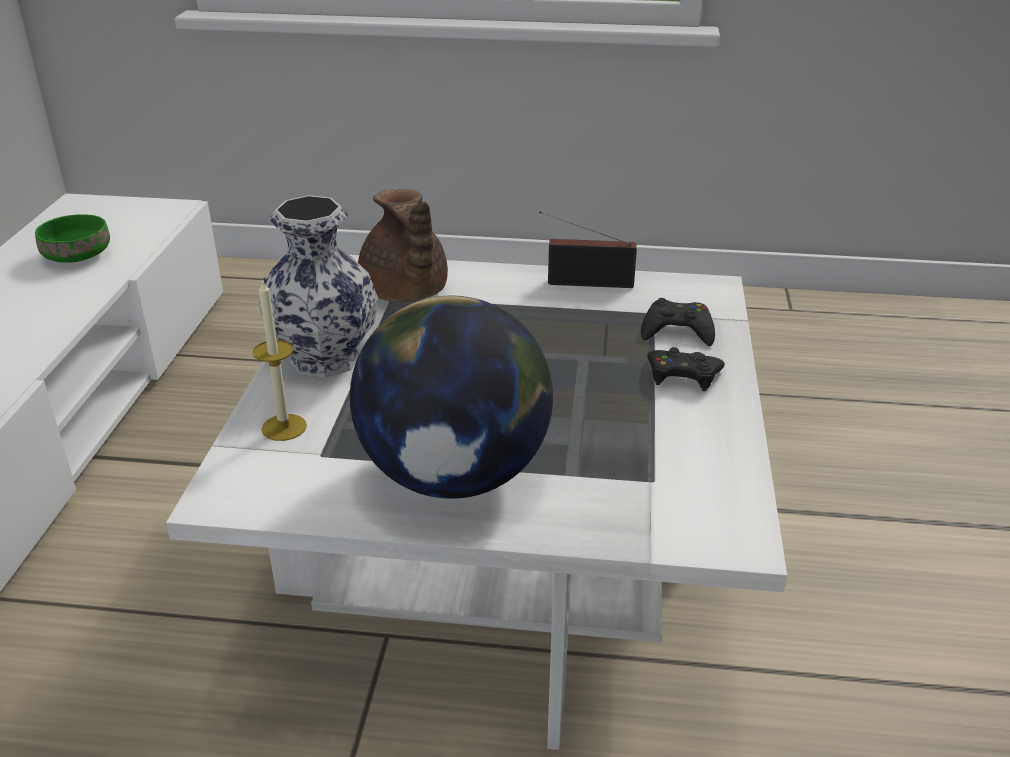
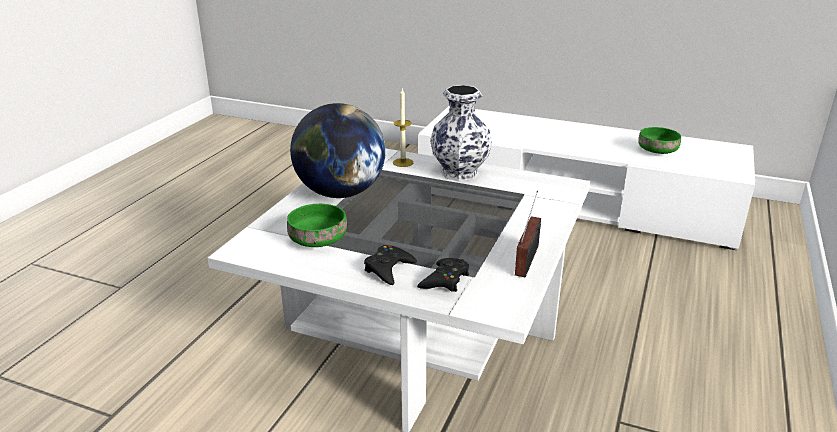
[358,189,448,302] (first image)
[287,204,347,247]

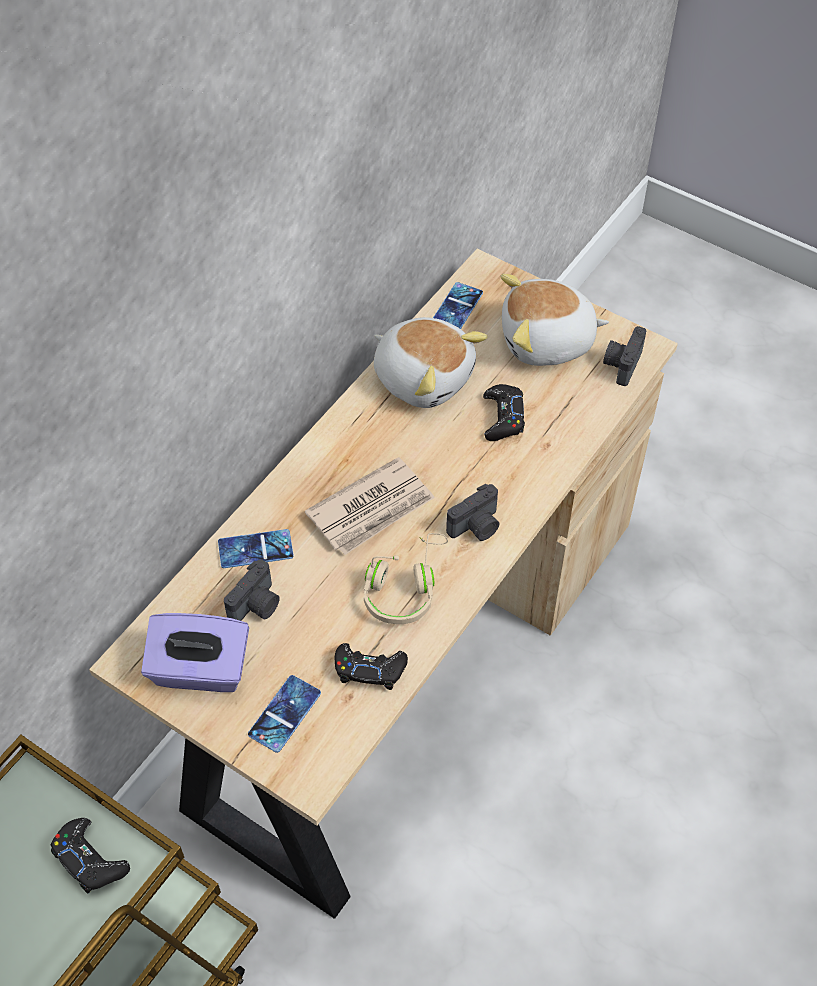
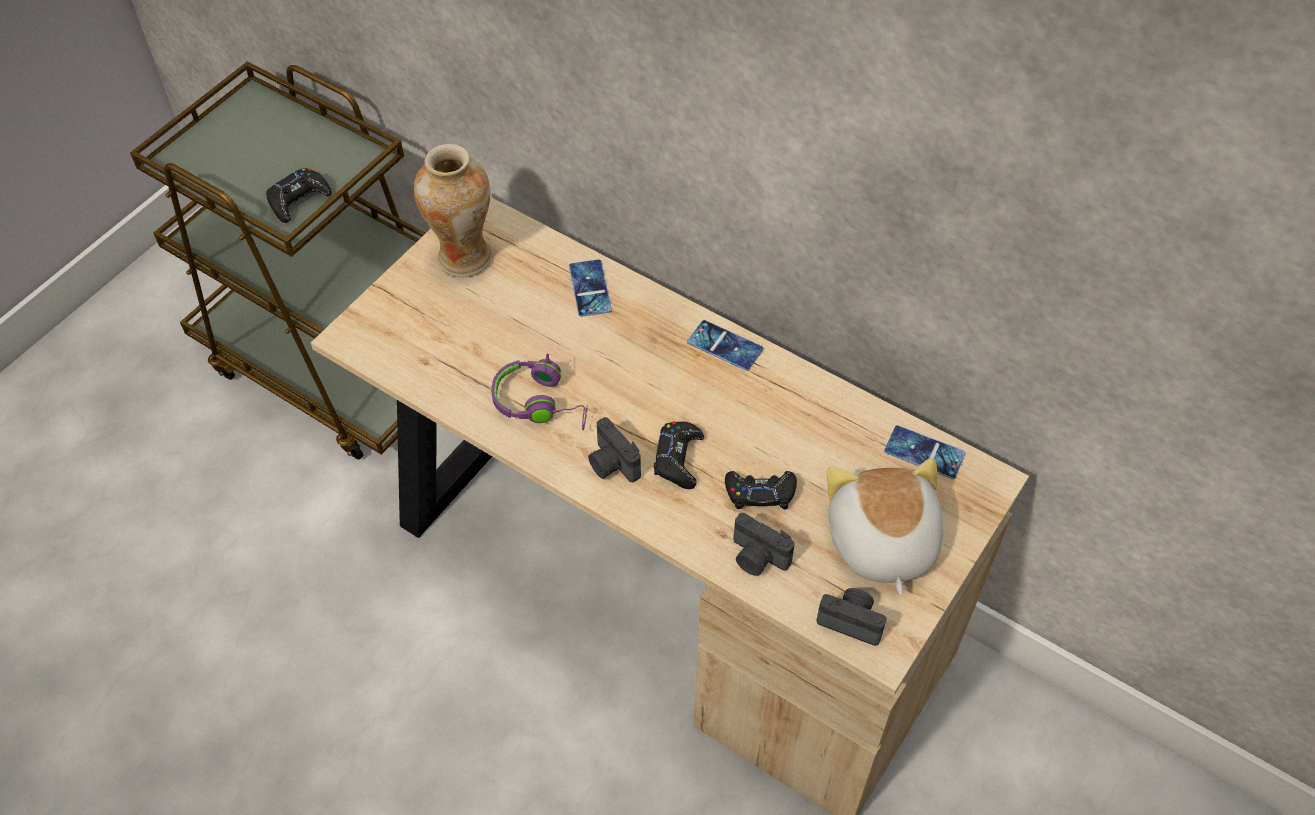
[305,457,435,555] (first image)
[374,317,488,408] (first image)
[733,513,795,576]
[687,320,763,371]
[654,421,704,489]
[414,144,492,277]
[491,353,588,430]

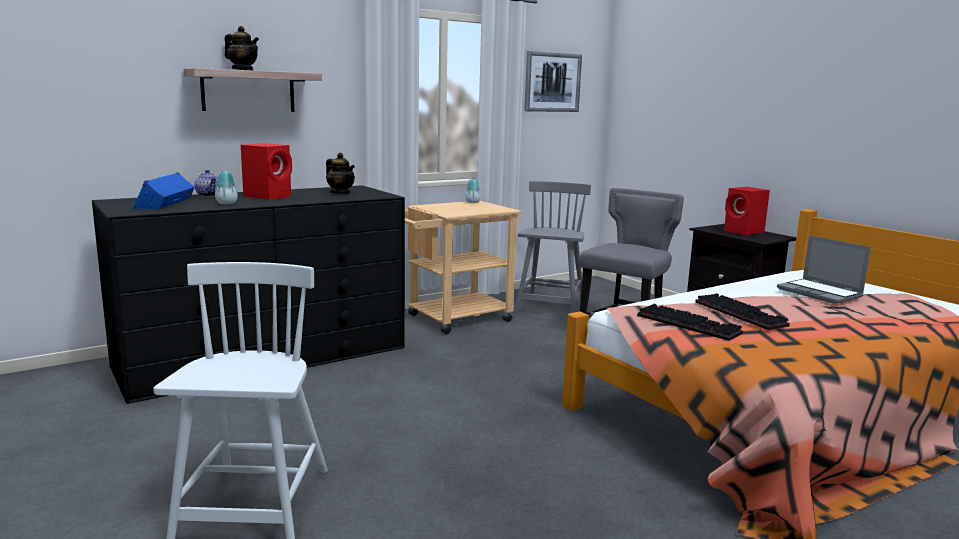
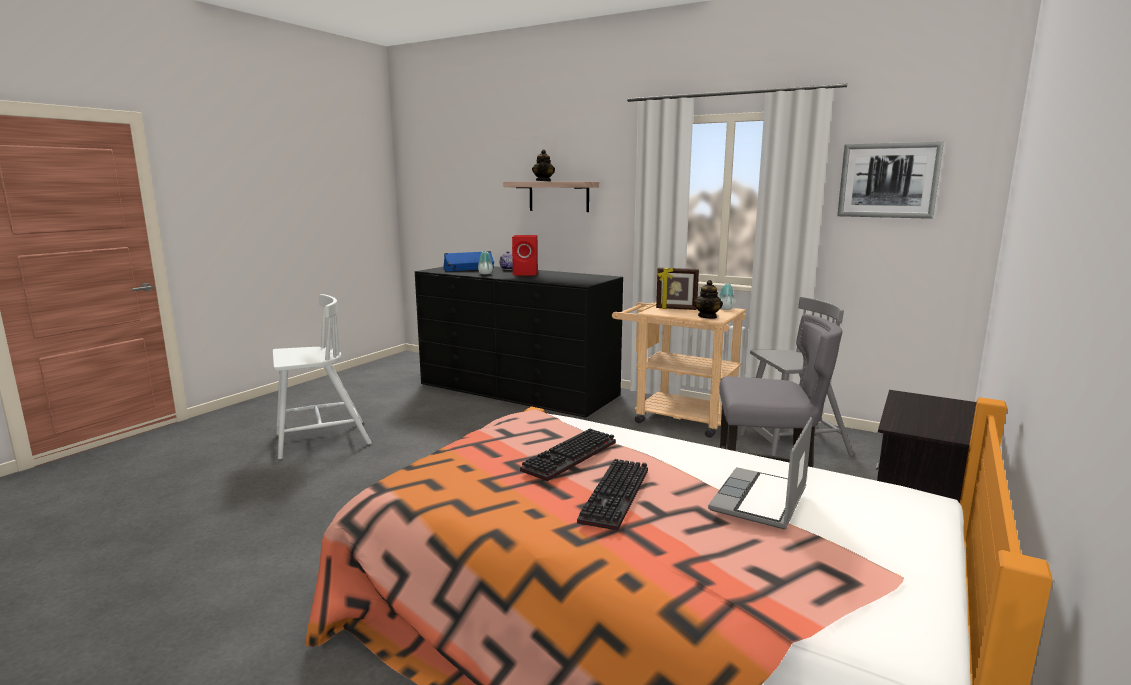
[724,187,770,235] (first image)
[656,267,699,310]
[694,280,723,319]
[577,459,648,531]

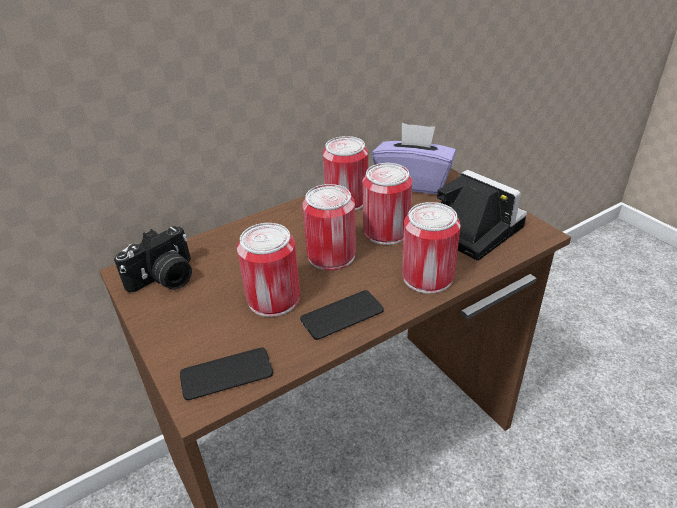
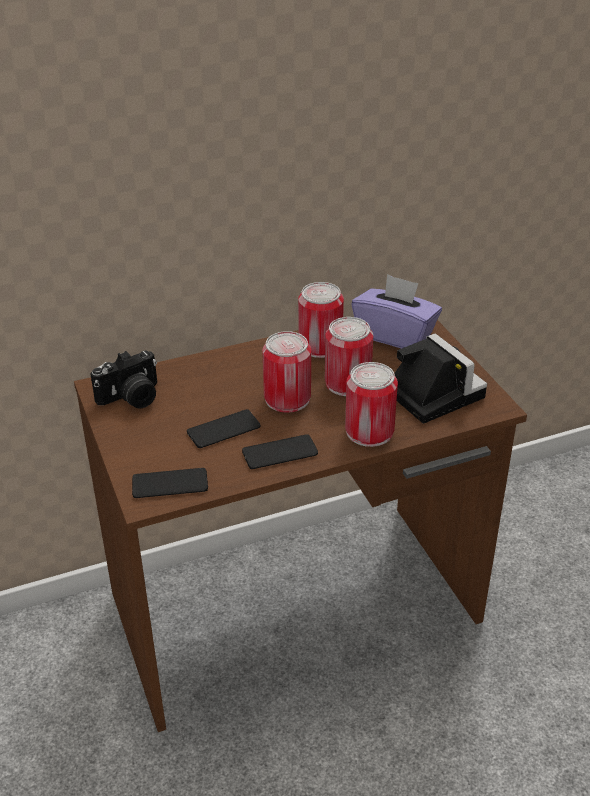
[187,409,261,448]

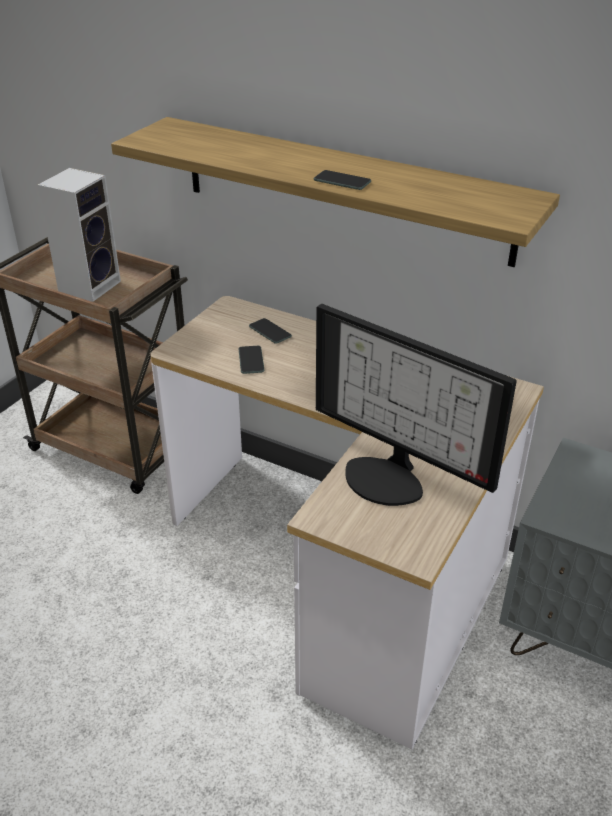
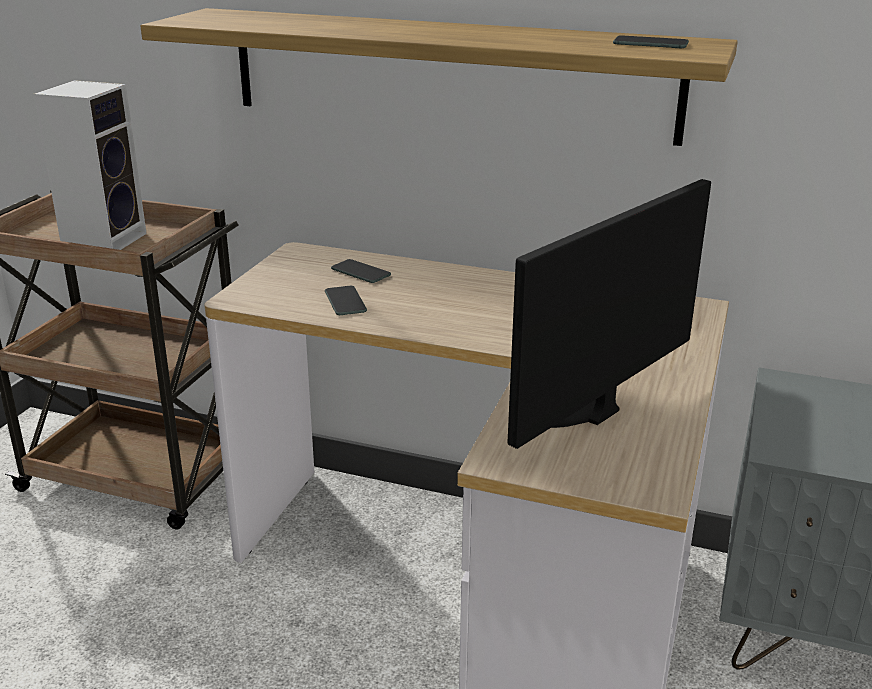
[613,35,689,48]
[507,179,711,449]

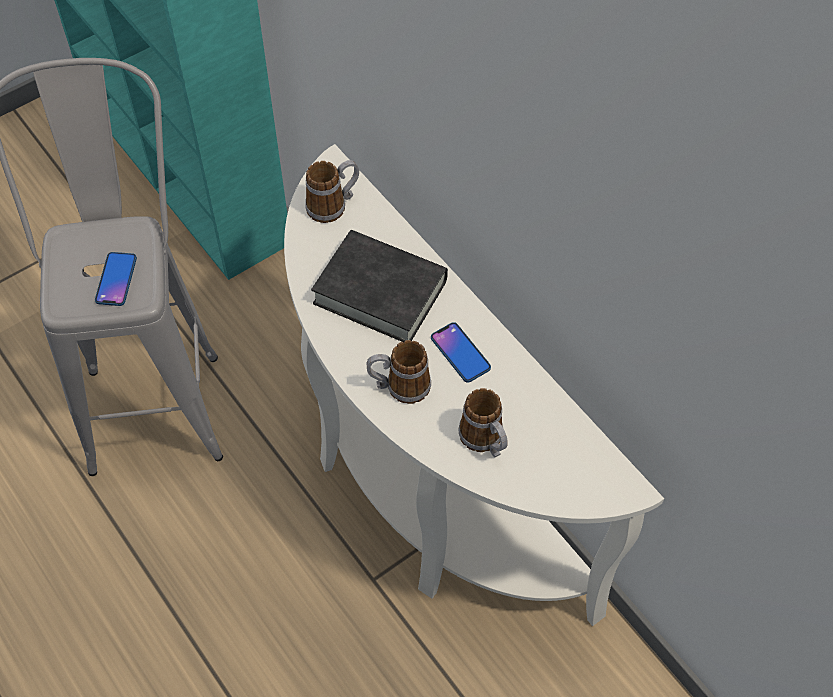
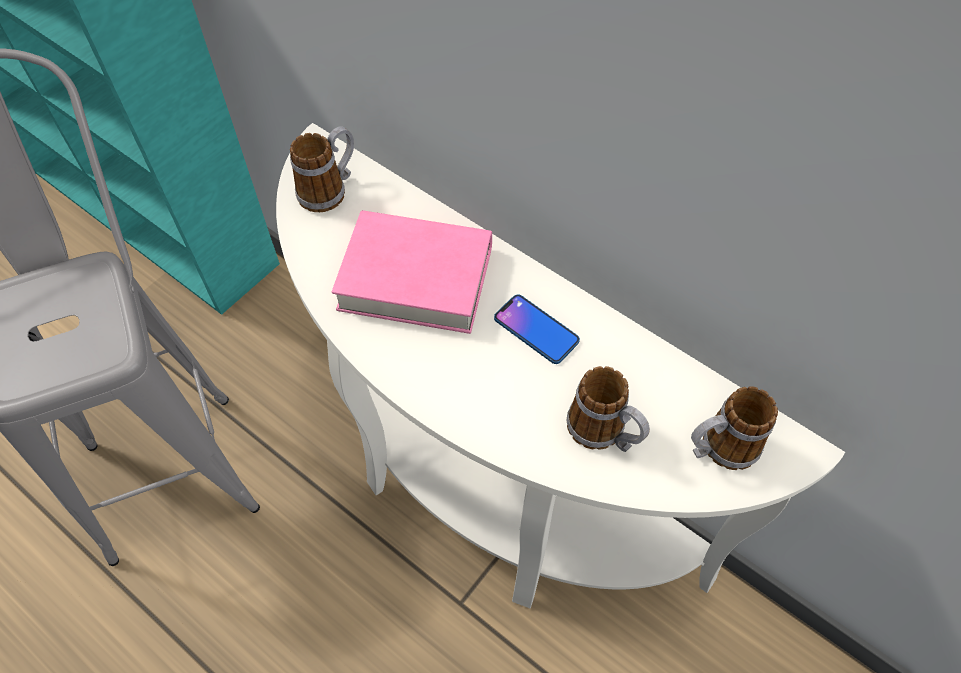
[95,252,137,306] (first image)
[691,386,778,470]
[332,210,492,334]

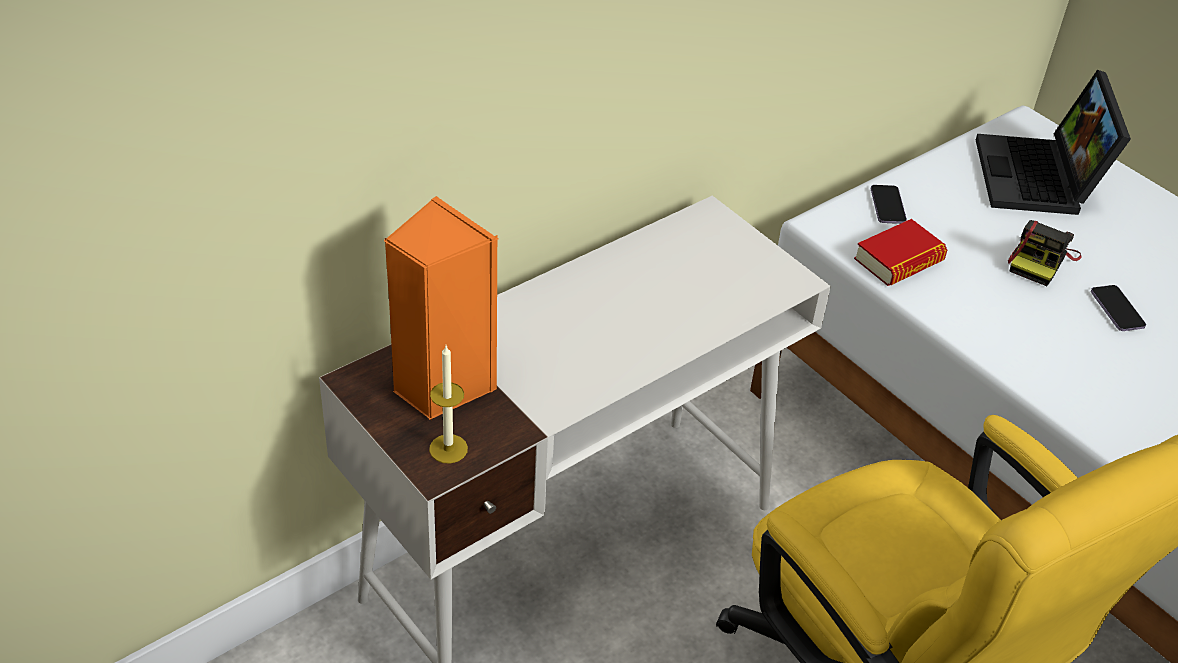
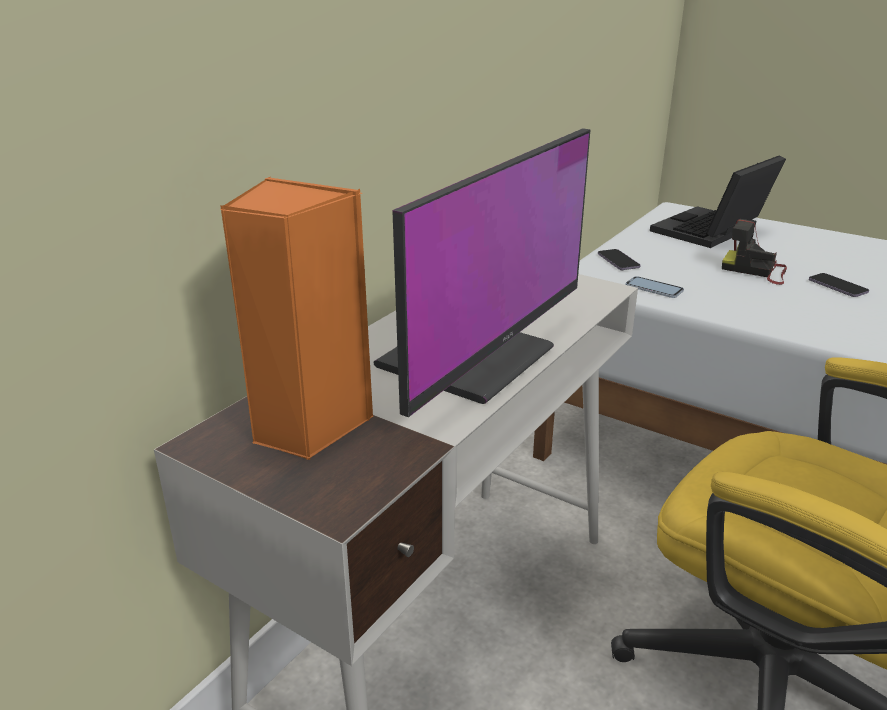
[429,346,468,463] (first image)
[373,128,591,417]
[625,276,684,298]
[650,155,786,248]
[722,219,787,285]

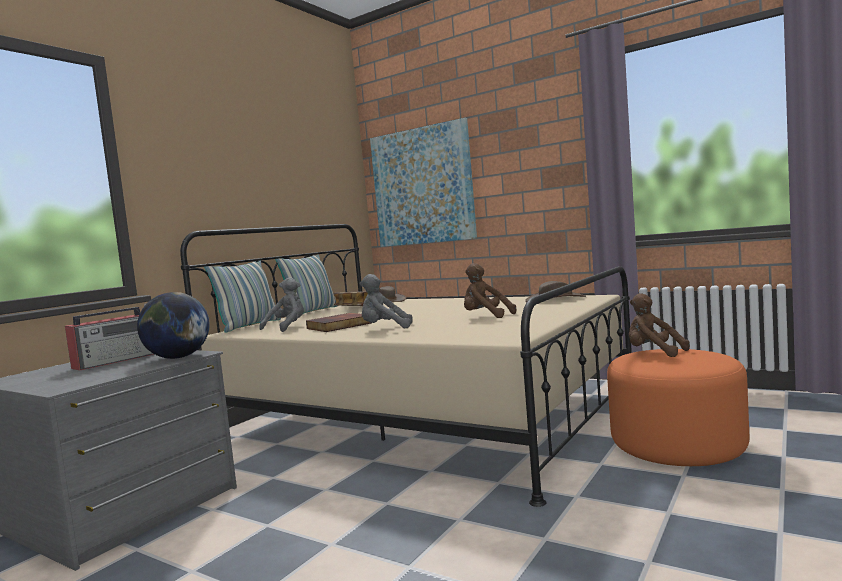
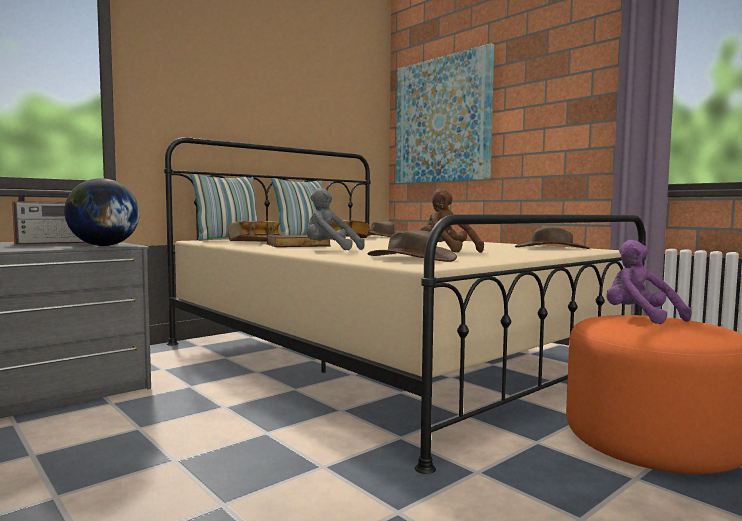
[367,230,457,262]
[228,221,281,242]
[606,240,692,324]

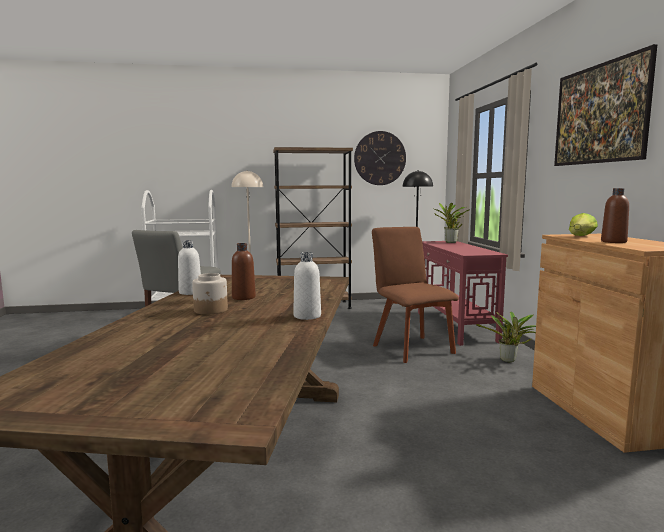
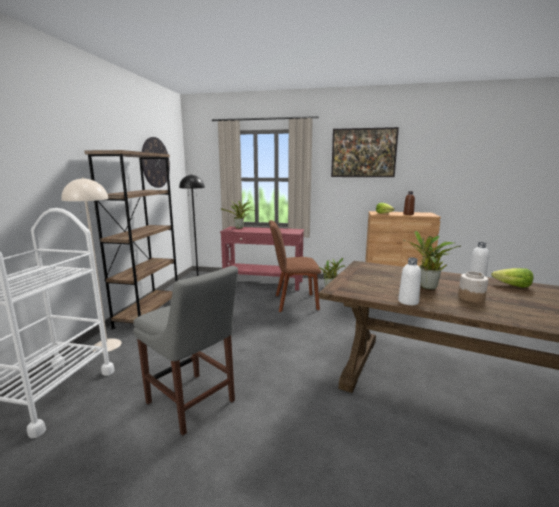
[491,268,533,288]
[404,231,461,289]

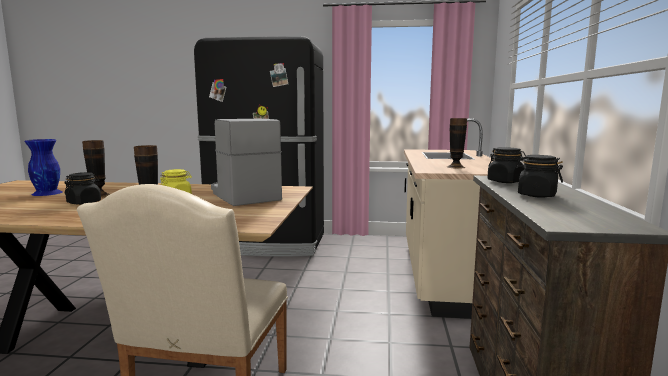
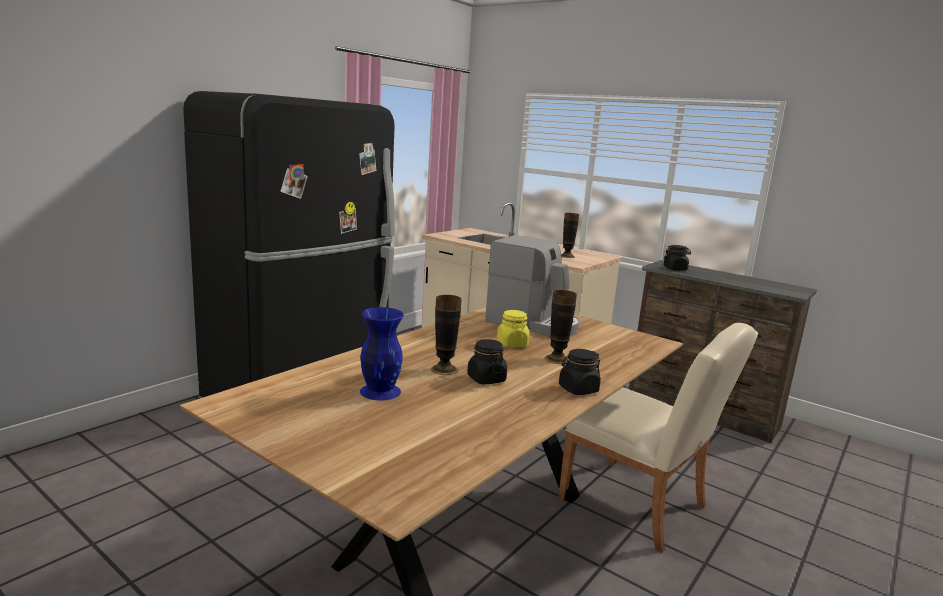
[559,349,601,395]
[485,235,580,336]

